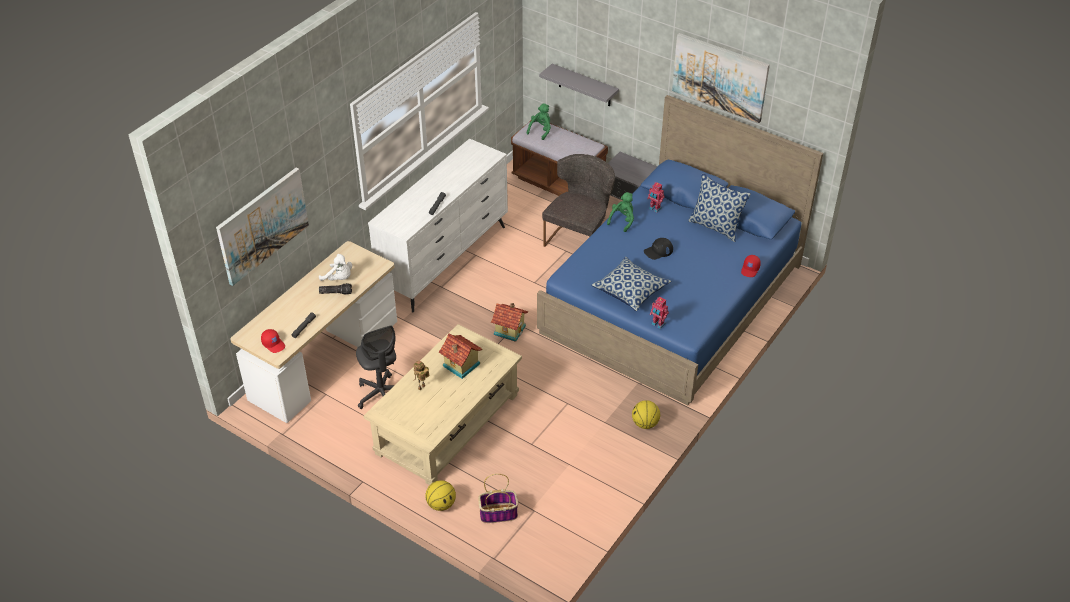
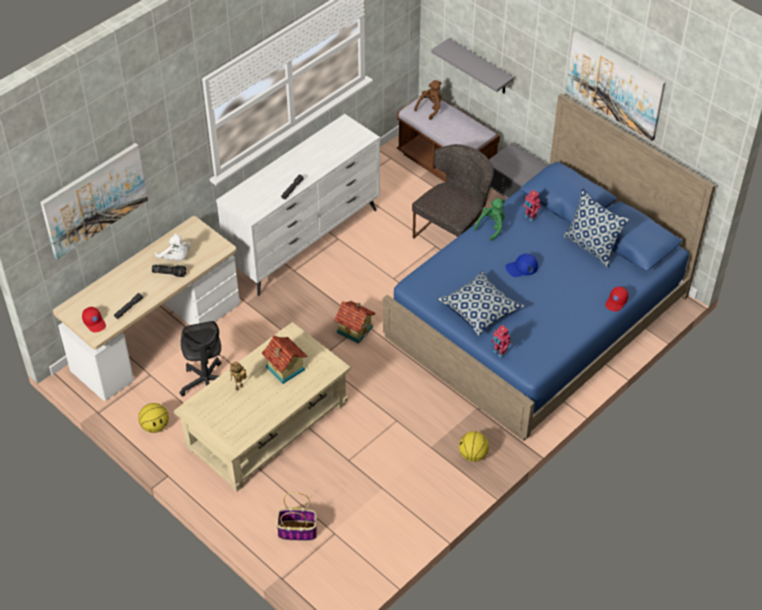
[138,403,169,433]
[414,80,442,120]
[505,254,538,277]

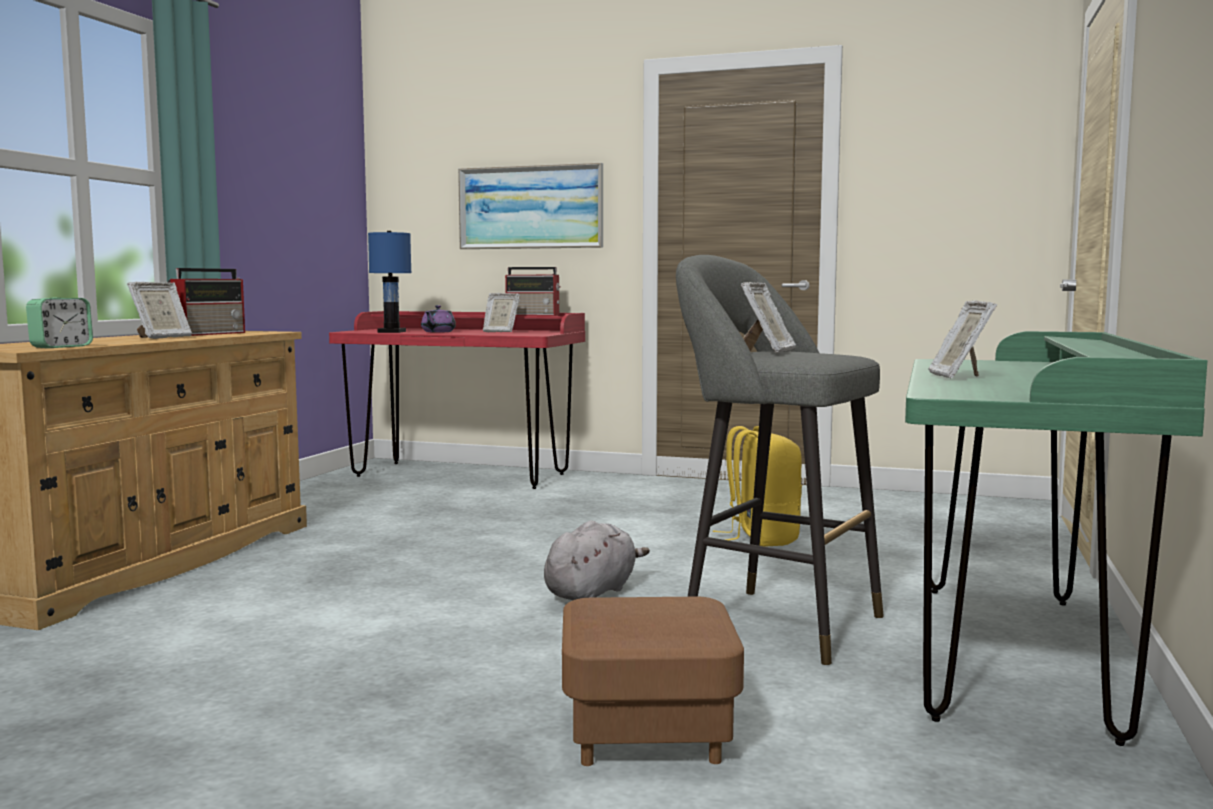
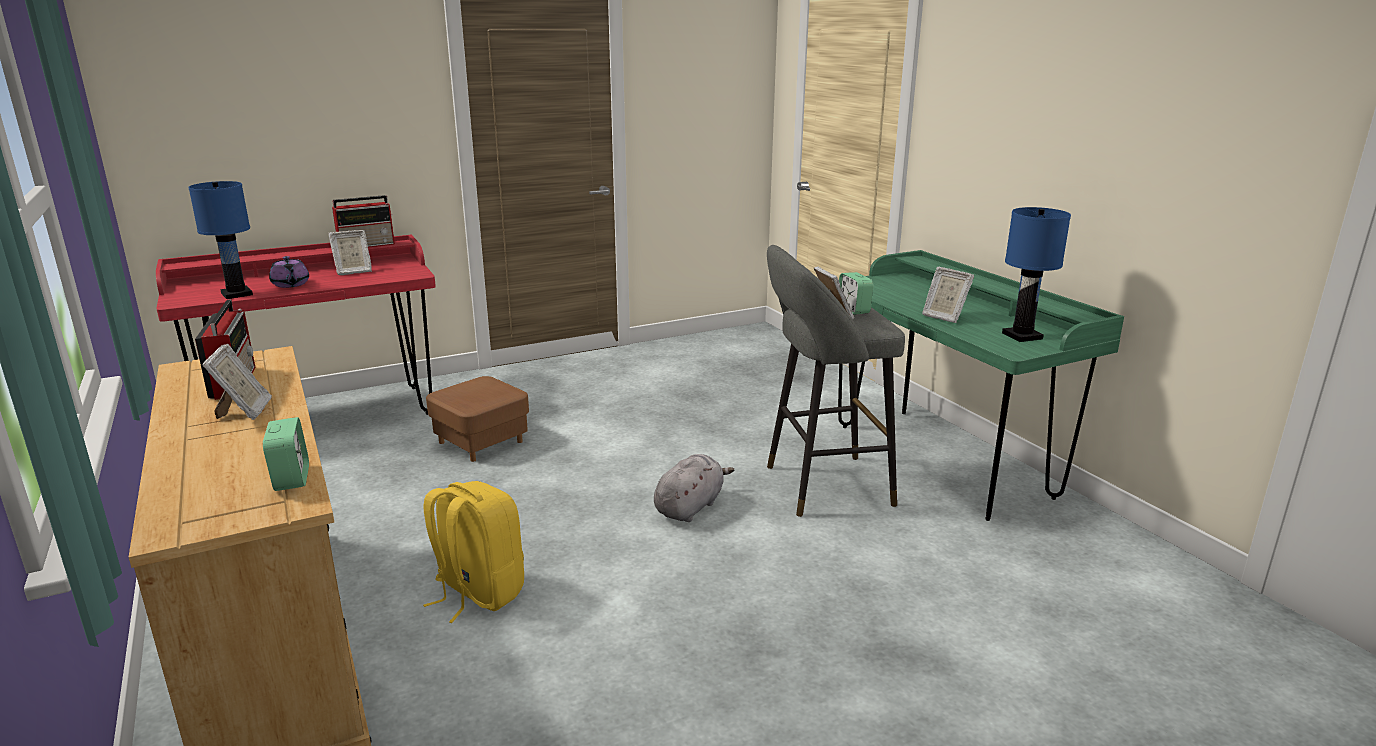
[458,163,603,249] (first image)
[839,272,874,315]
[1002,207,1071,342]
[426,376,529,462]
[423,481,524,623]
[654,454,734,522]

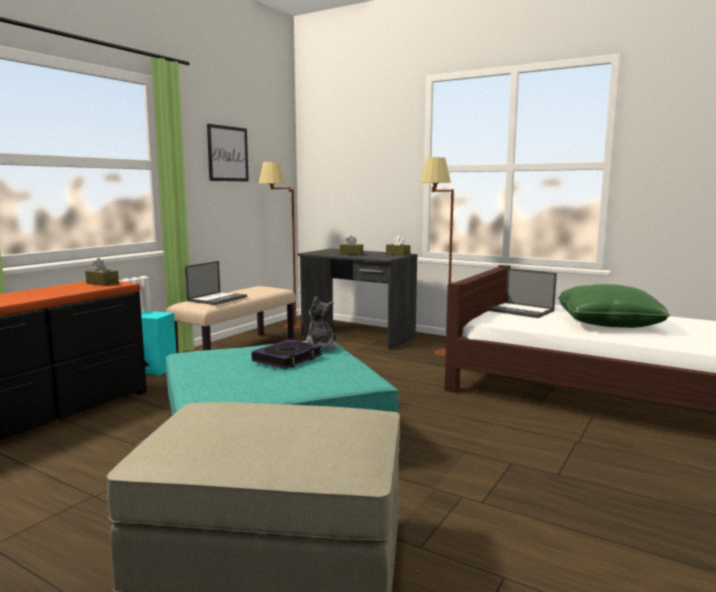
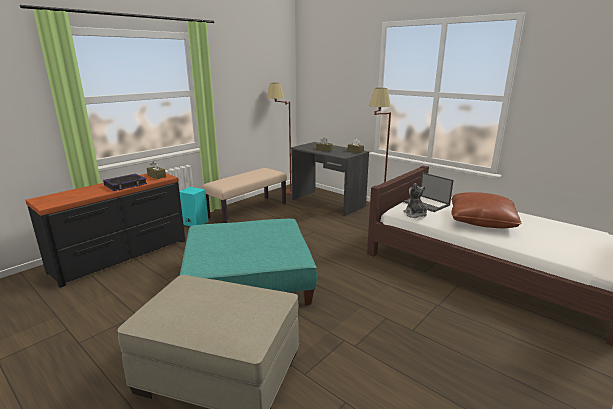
[185,261,247,305] (first image)
[207,124,249,181] (first image)
[103,174,147,191]
[403,183,427,218]
[451,192,521,228]

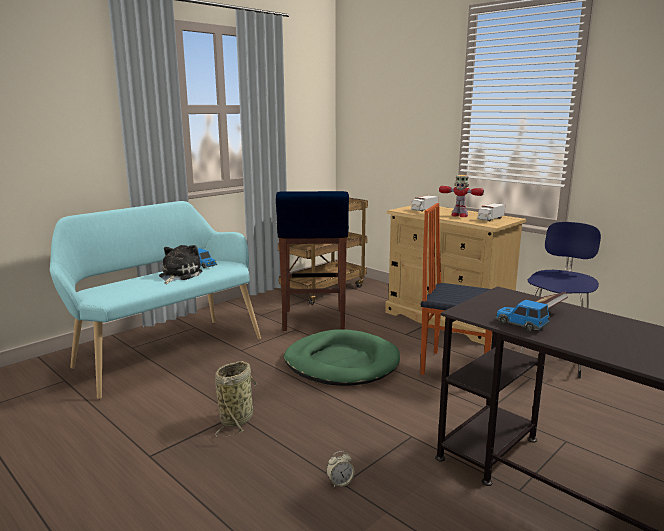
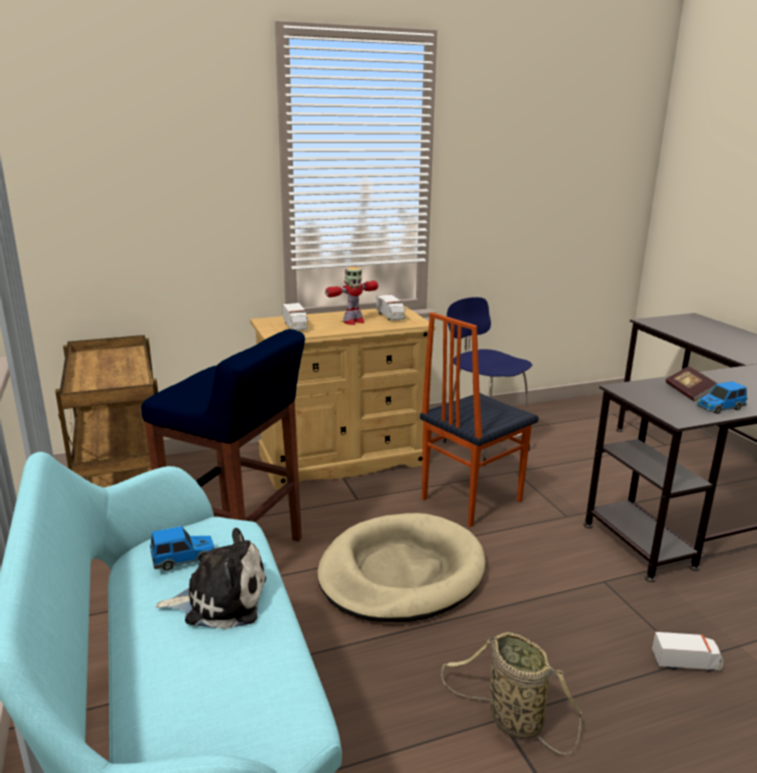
[652,632,723,672]
[317,513,486,622]
[155,528,266,629]

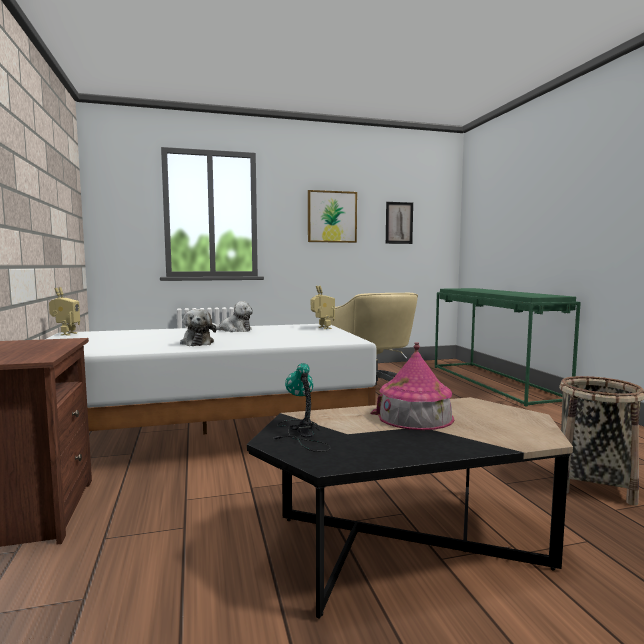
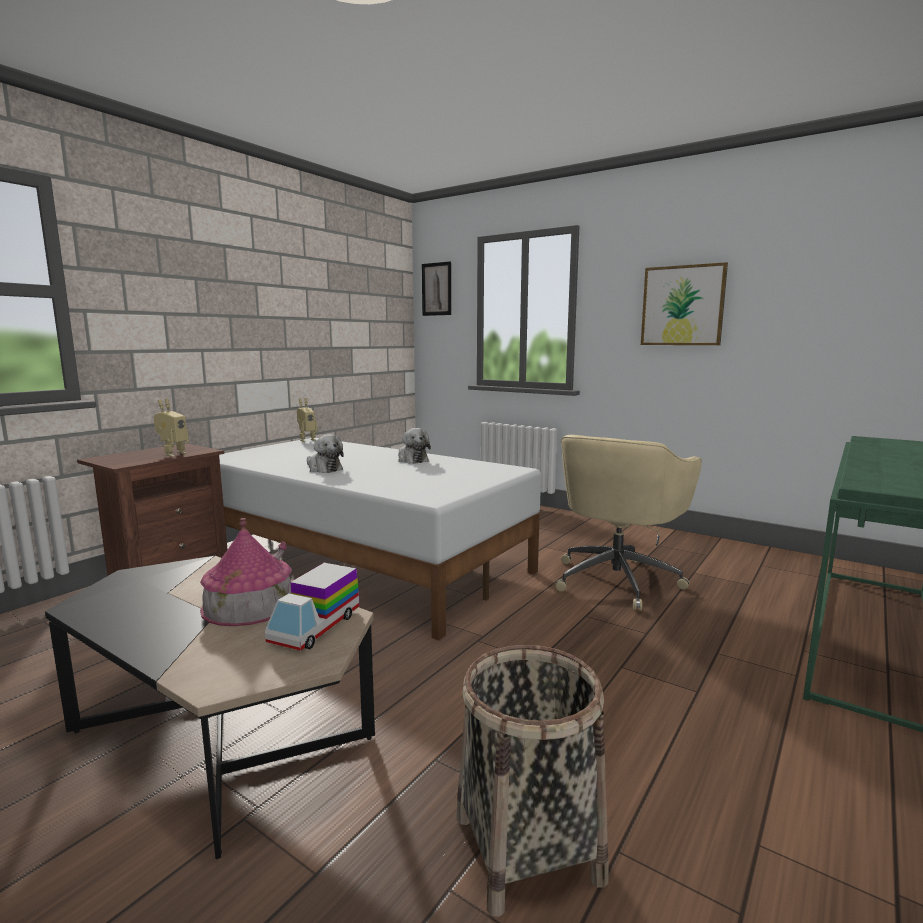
[274,363,331,452] (first image)
[265,563,359,651]
[154,399,189,457]
[422,261,451,316]
[307,434,344,473]

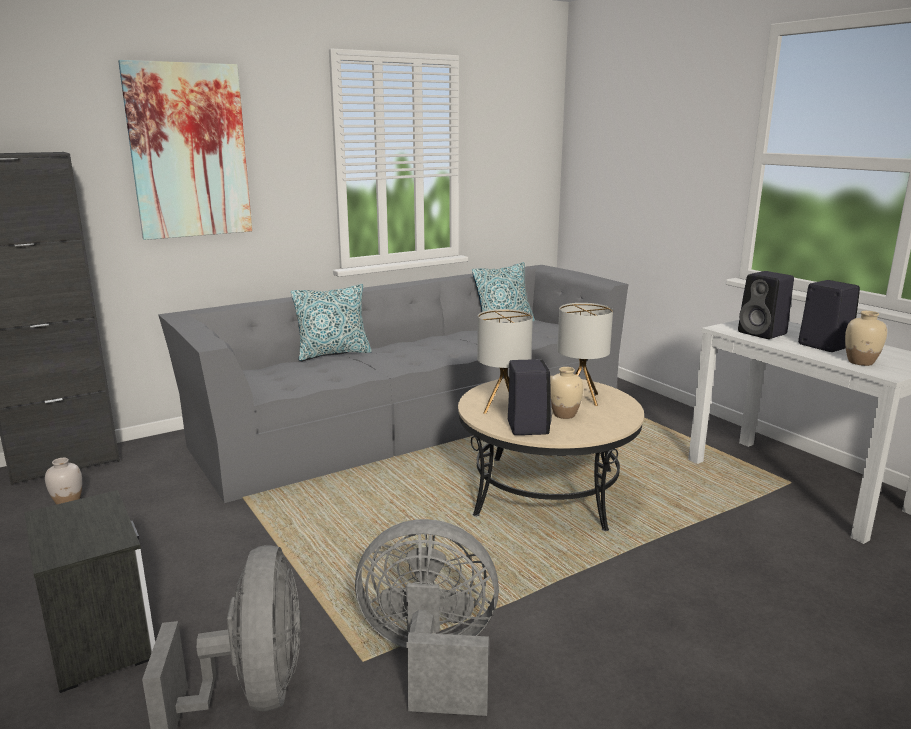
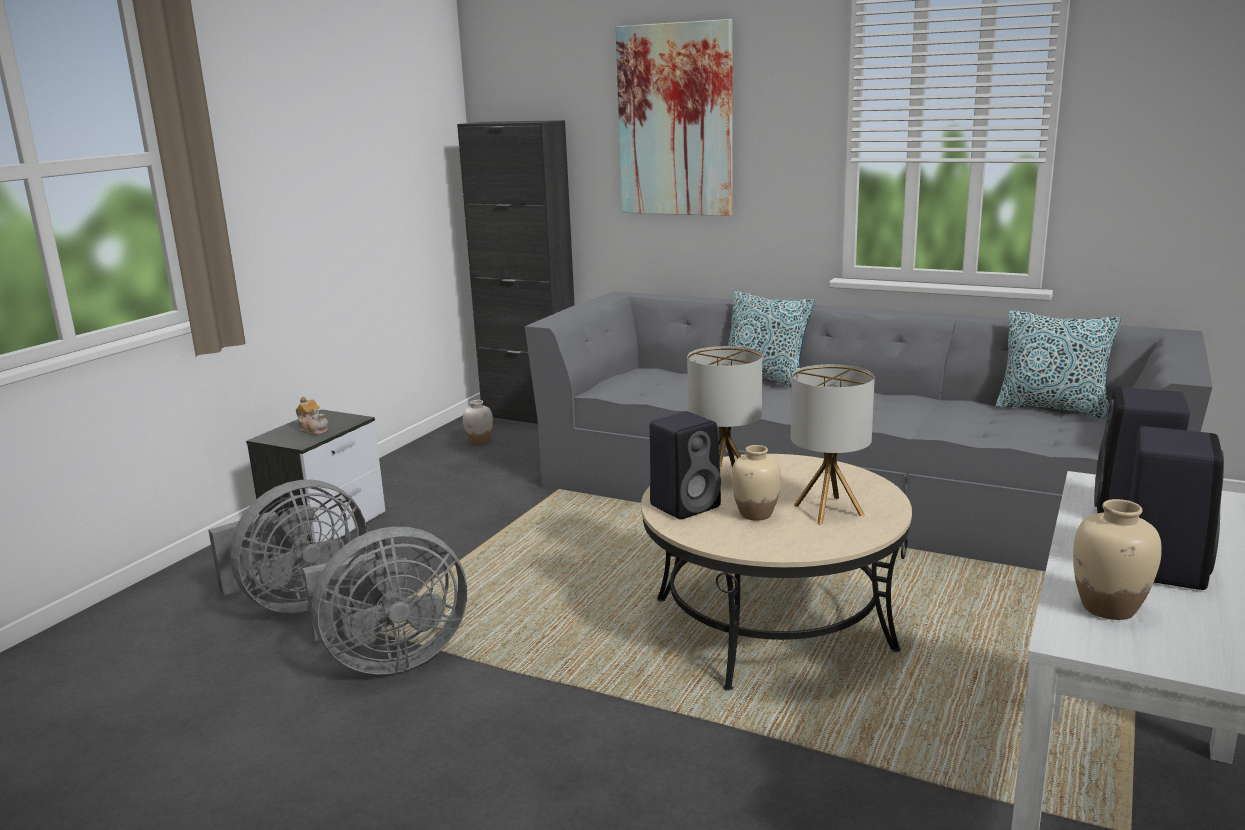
[296,396,328,435]
[303,527,467,674]

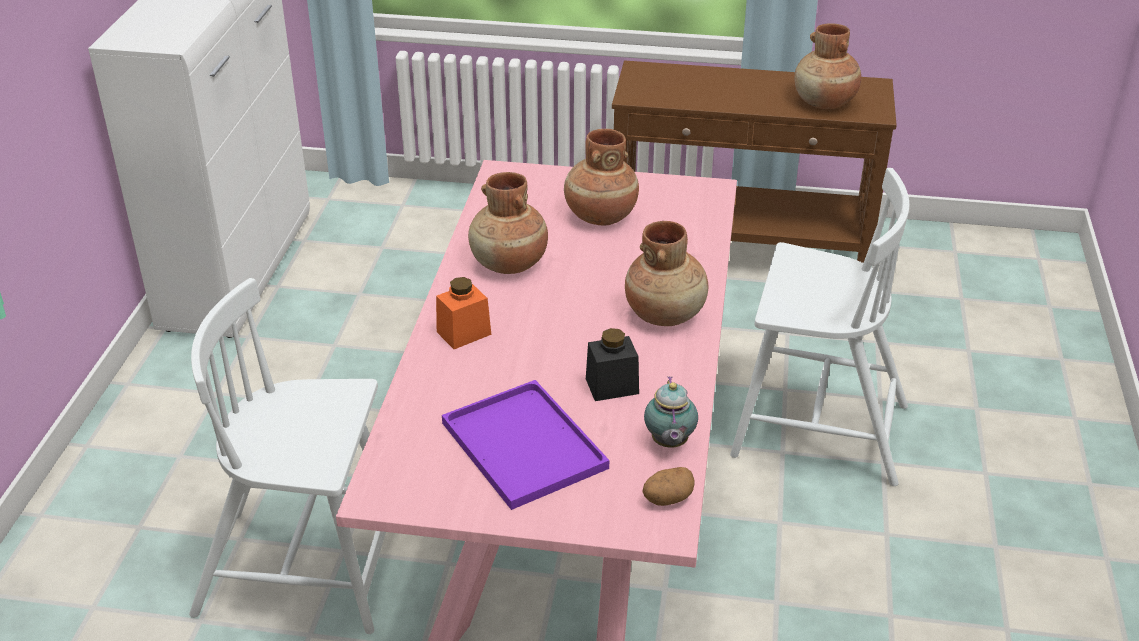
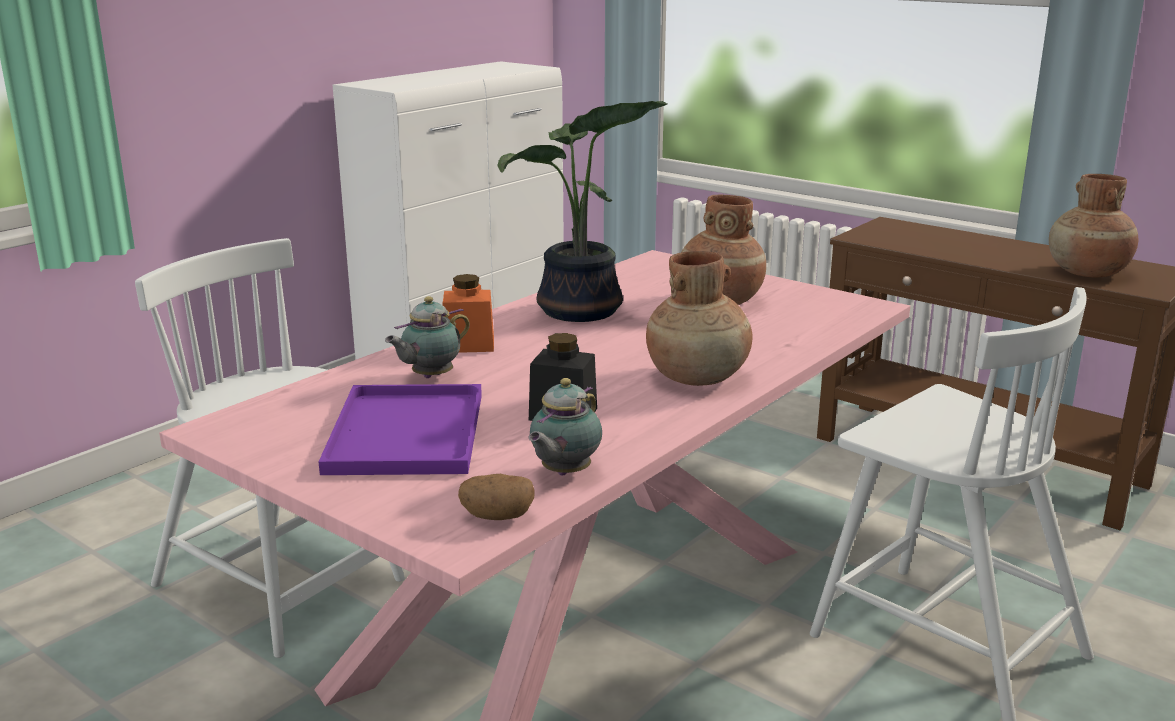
[385,296,470,378]
[497,101,667,322]

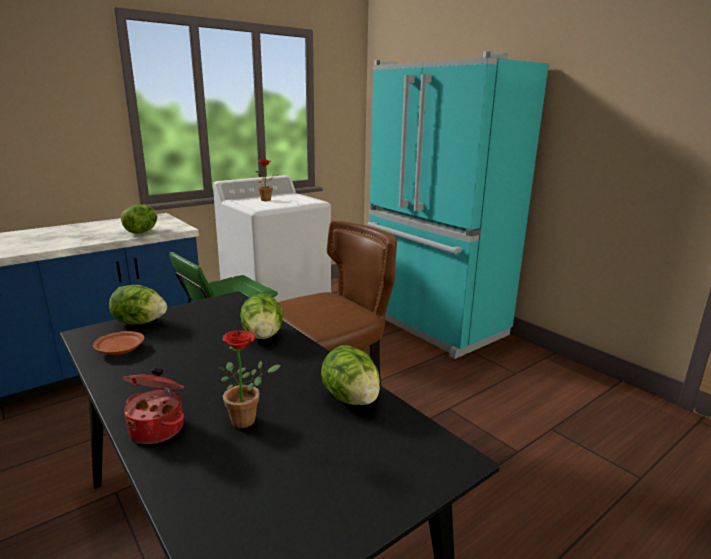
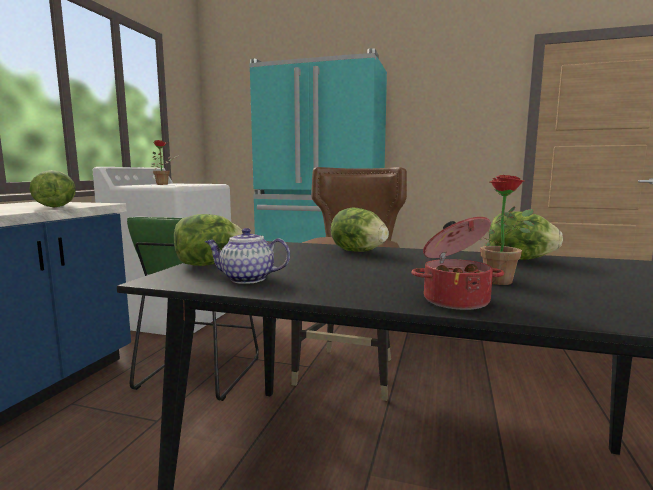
[205,228,290,284]

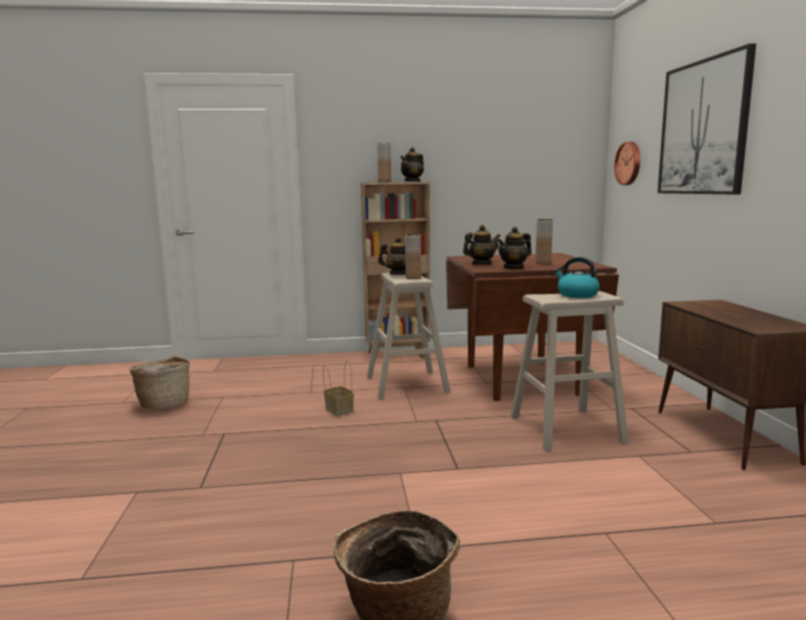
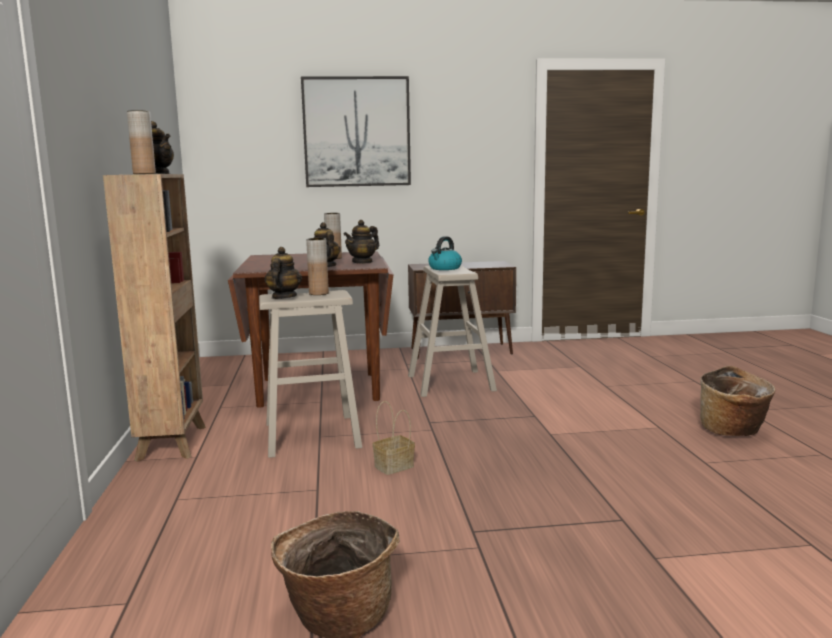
[614,142,640,185] (first image)
[343,220,379,264]

